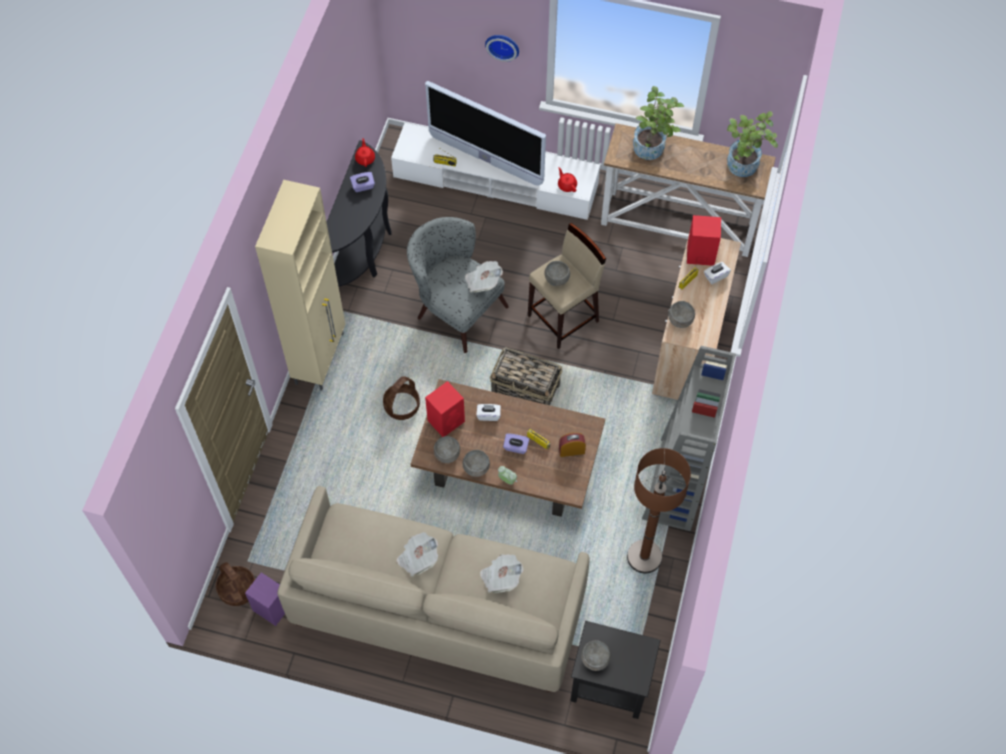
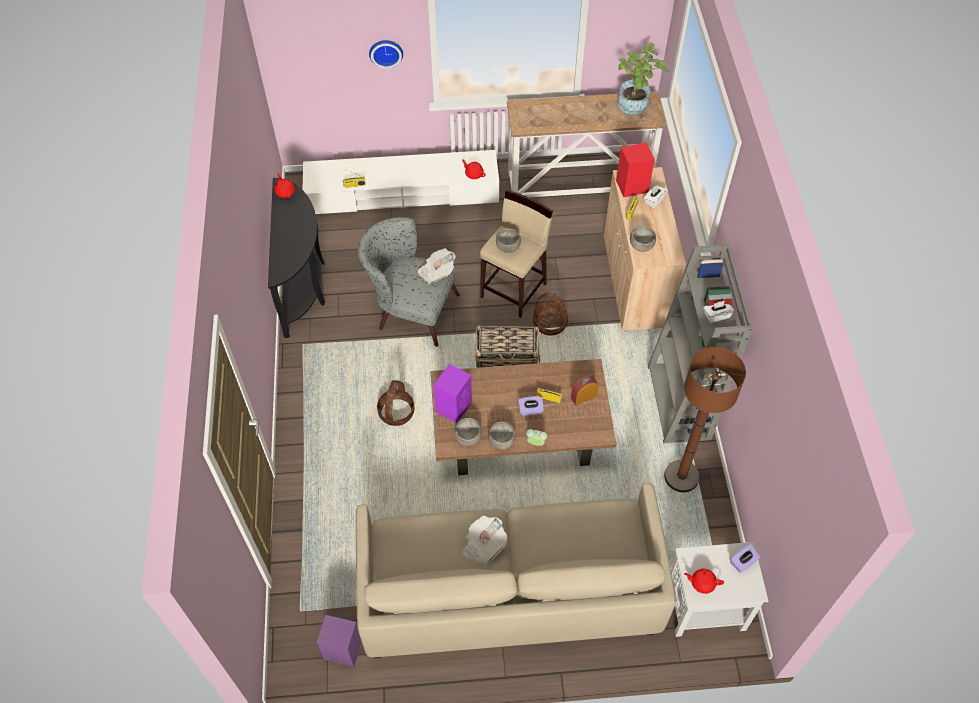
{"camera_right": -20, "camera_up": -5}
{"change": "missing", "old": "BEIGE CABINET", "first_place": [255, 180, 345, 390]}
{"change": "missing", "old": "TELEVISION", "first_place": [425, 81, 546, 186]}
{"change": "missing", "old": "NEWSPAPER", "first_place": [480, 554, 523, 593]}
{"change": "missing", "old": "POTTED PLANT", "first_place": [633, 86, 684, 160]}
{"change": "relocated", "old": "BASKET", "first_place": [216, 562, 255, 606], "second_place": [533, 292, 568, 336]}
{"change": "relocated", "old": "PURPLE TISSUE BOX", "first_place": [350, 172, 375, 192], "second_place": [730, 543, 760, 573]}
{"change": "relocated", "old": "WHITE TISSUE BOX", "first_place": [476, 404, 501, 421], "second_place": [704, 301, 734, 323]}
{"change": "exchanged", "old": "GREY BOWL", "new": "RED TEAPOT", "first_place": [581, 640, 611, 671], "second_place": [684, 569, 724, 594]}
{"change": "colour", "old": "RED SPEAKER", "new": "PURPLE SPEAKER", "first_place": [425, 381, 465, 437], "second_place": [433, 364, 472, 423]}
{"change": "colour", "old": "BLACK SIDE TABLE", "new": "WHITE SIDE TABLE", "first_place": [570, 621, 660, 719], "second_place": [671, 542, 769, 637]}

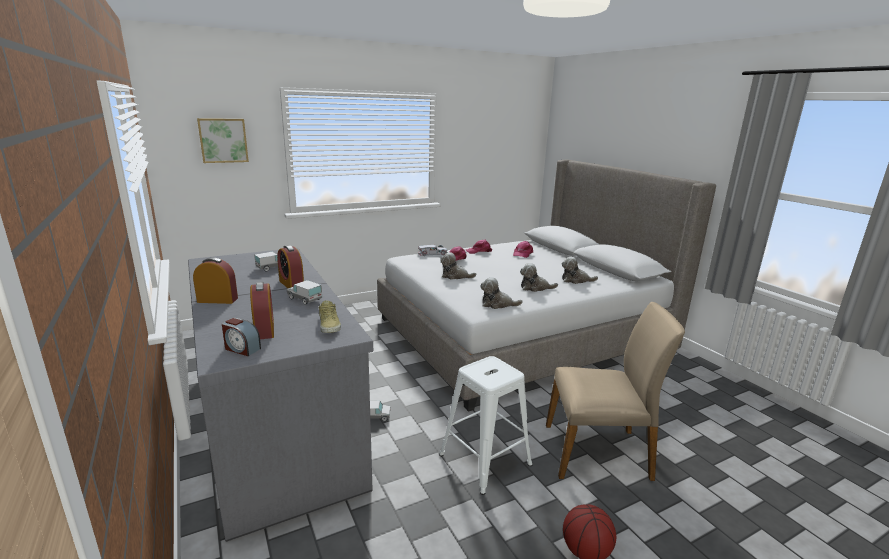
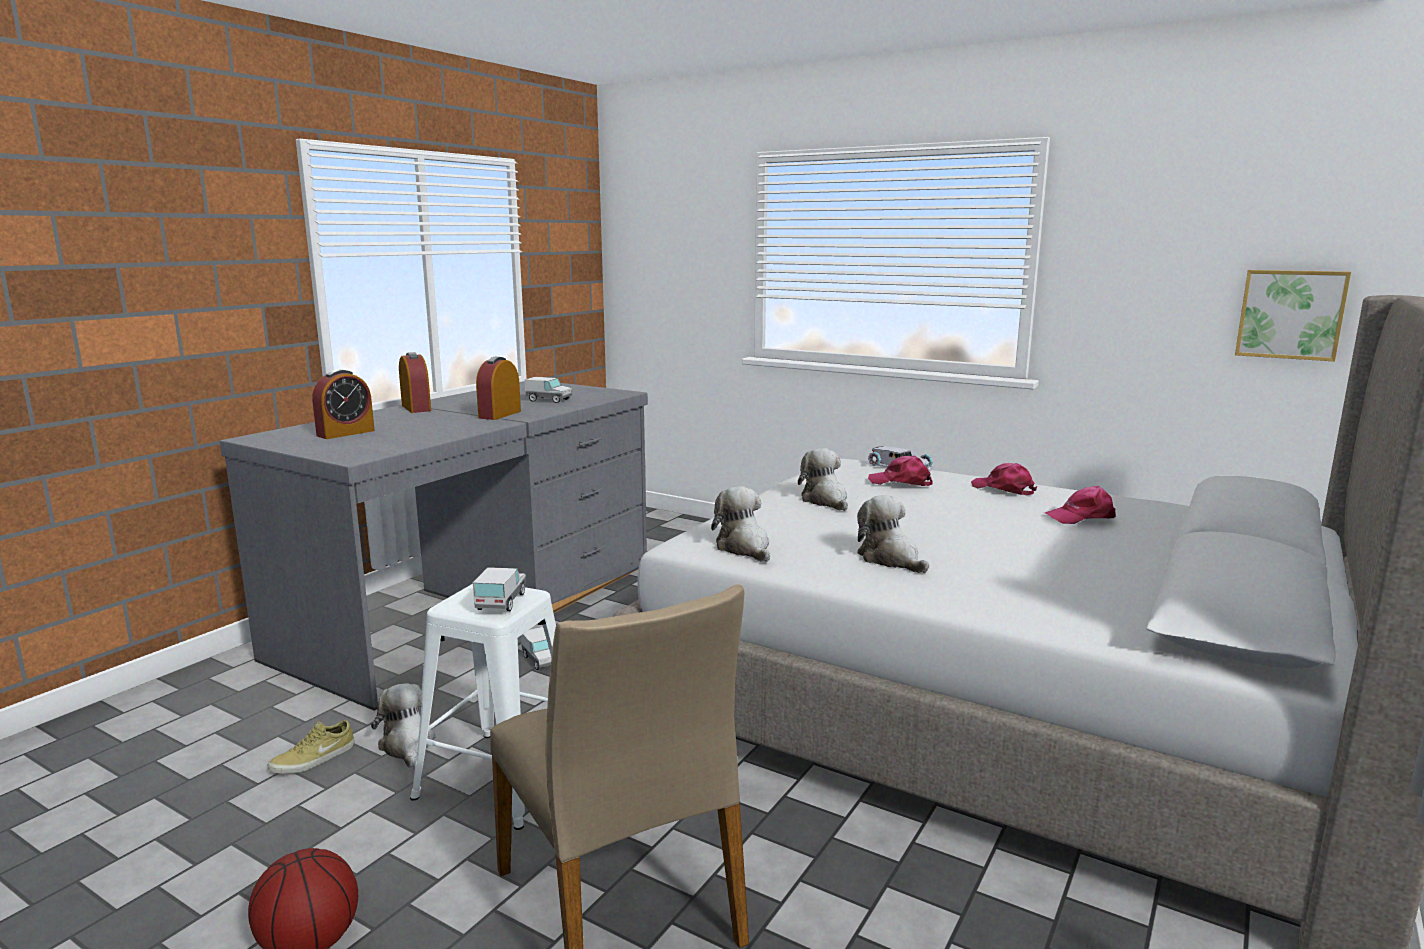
{"camera_right": 60, "camera_up": -5}
{"change": "missing", "old": "ALARM CLOCK", "first_place": [222, 318, 261, 356]}
{"change": "relocated", "old": "PICTURE", "first_place": [197, 118, 249, 163], "second_place": [1235, 270, 1351, 362]}
{"change": "relocated", "old": "TOY TRUCK", "first_place": [287, 280, 322, 305], "second_place": [473, 567, 526, 611]}
{"change": "relocated", "old": "BEIGE SHOE", "first_place": [319, 300, 341, 333], "second_place": [268, 720, 355, 774]}
{"change": "relocated", "old": "PLUSH TOY", "first_place": [562, 256, 598, 284], "second_place": [371, 683, 435, 769]}

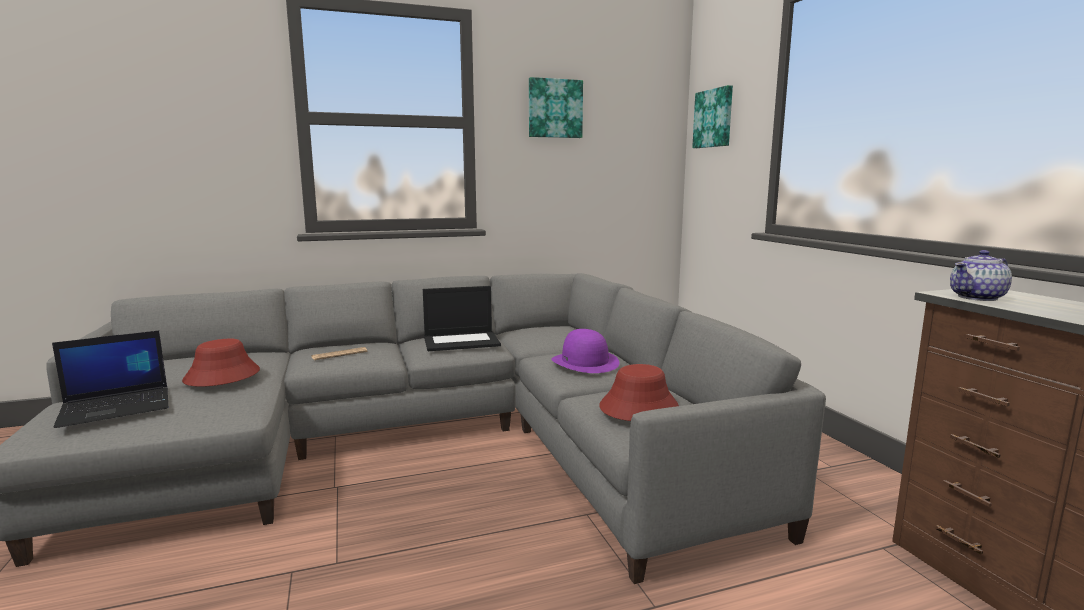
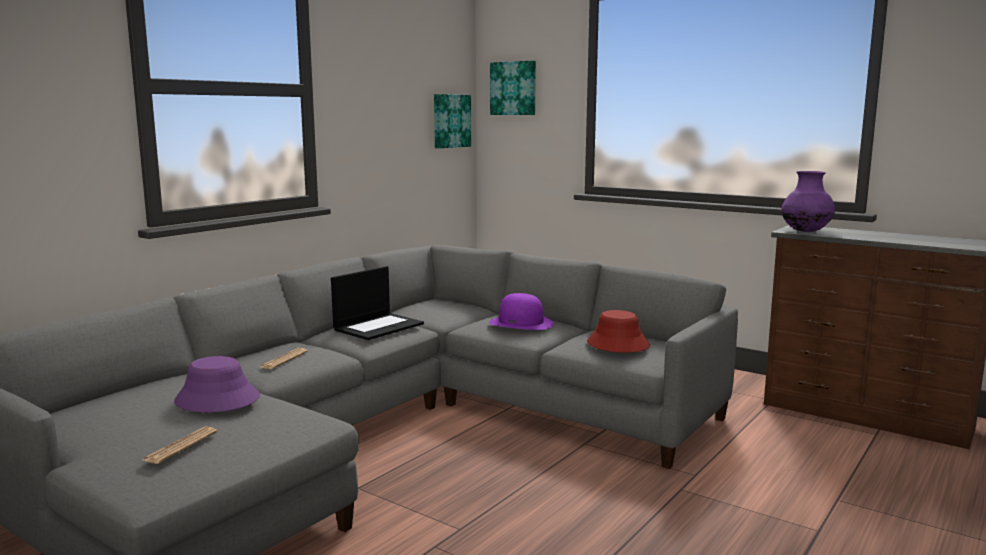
{"camera_right": -35, "camera_up": 0}
{"change": "relocated", "old": "PICTURE", "first_place": [529, 77, 583, 138], "second_place": [434, 94, 471, 148]}
{"change": "exchanged", "old": "LAPTOP", "new": "NEWSPAPER", "first_place": [52, 330, 168, 428], "second_place": [142, 426, 218, 464]}
{"change": "exchanged", "old": "TEAPOT", "new": "PURPLE VASE", "first_place": [950, 250, 1012, 301], "second_place": [781, 171, 835, 232]}
{"change": "colour", "old": "RED HAT", "new": "PURPLE HAT", "first_place": [182, 339, 260, 387], "second_place": [174, 356, 260, 412]}

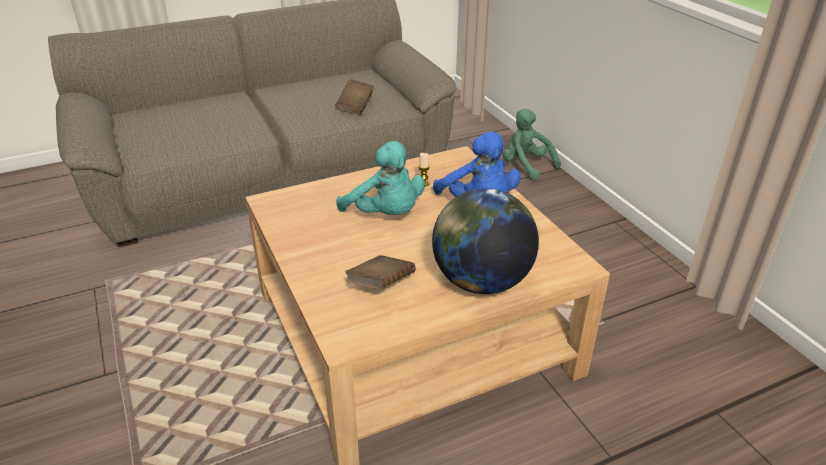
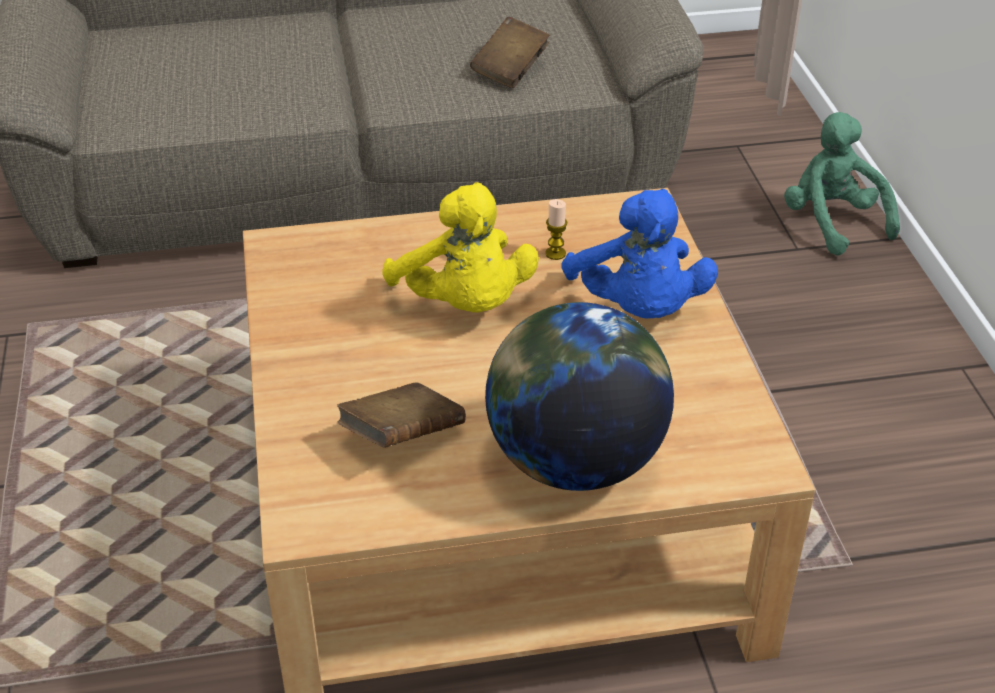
{"camera_right": 15, "camera_up": 5}
{"change": "colour", "old": "TURQUOISE PLUSH TOY", "new": "YELLOW PLUSH TOY", "first_place": [336, 141, 425, 215], "second_place": [382, 182, 539, 312]}

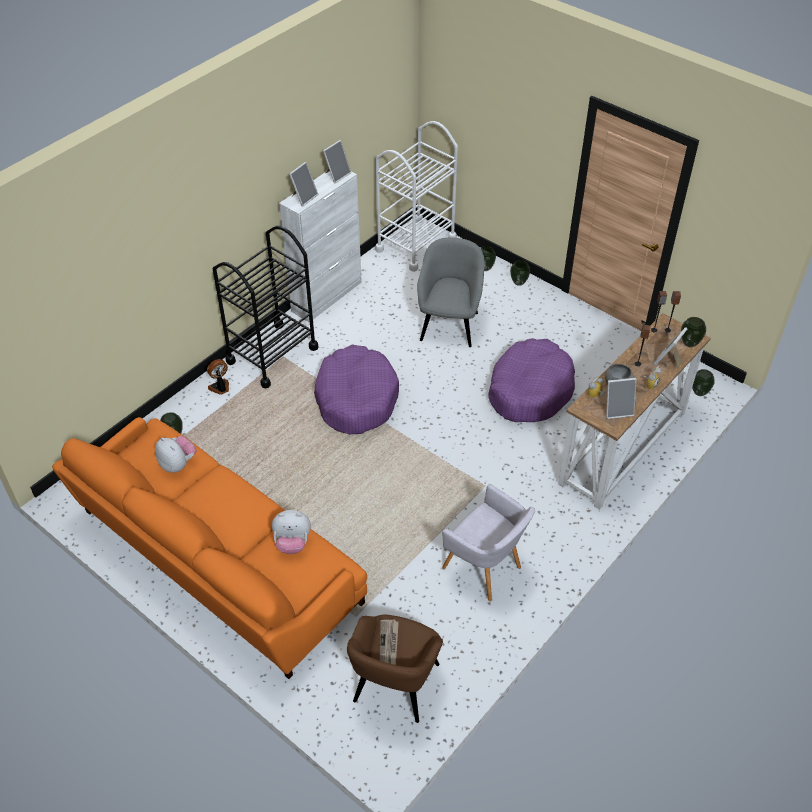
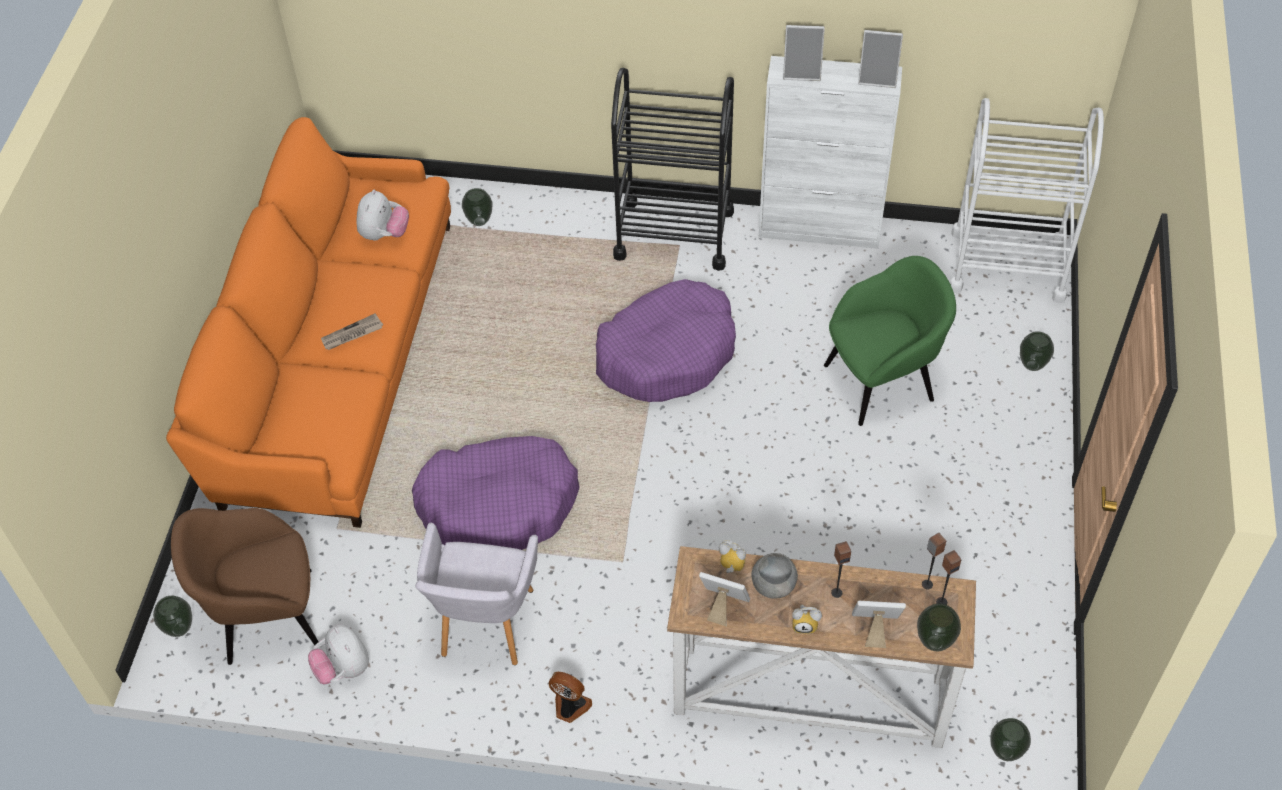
{"camera_right": 60, "camera_up": 5}
{"change": "relocated", "old": "FAN", "first_place": [207, 359, 229, 395], "second_place": [549, 672, 592, 723]}
{"change": "relocated", "old": "PLUSH TOY", "first_place": [272, 510, 311, 554], "second_place": [308, 625, 369, 684]}
{"change": "relocated", "old": "NEWSPAPER", "first_place": [380, 620, 399, 665], "second_place": [321, 313, 383, 350]}
{"change": "relocated", "old": "PURPLE DOG BED", "first_place": [488, 338, 575, 422], "second_place": [412, 436, 580, 550]}
{"change": "relocated", "old": "VASE", "first_place": [510, 260, 530, 286], "second_place": [153, 595, 192, 637]}
{"change": "colour", "old": "GREY ARMCHAIR", "new": "GREEN ARMCHAIR", "first_place": [417, 237, 485, 347], "second_place": [824, 256, 956, 426]}
{"change": "spun", "old": "PICTURE FRAME", "first_place": [606, 378, 636, 419], "second_place": [699, 572, 750, 626], "degrees": 150}

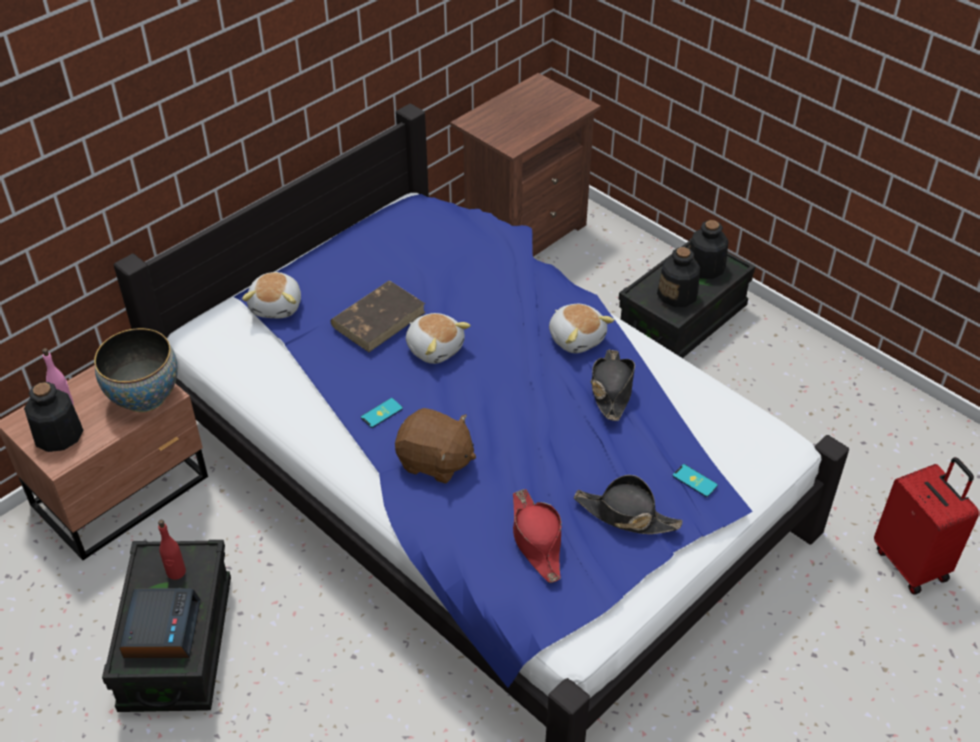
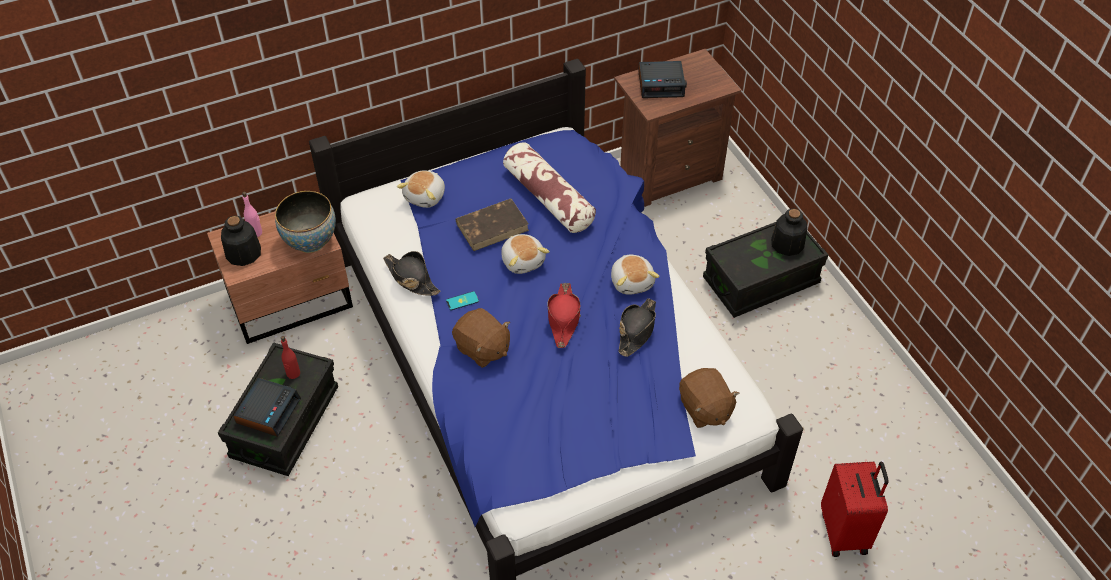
{"camera_right": 20, "camera_up": 5}
{"change": "missing", "old": "BOTTLE", "first_place": [657, 247, 700, 307]}
{"change": "missing", "old": "PHONE", "first_place": [673, 464, 718, 497]}
{"change": "appeared", "new": "PILLOW", "second_place": [503, 142, 596, 233]}
{"change": "appeared", "new": "ALARM CLOCK", "second_place": [638, 61, 687, 98]}
{"change": "appeared", "new": "BROWN PLUSH TOY", "second_place": [679, 368, 739, 428]}
{"change": "relocated", "old": "RED HAT", "first_place": [513, 489, 562, 583], "second_place": [547, 283, 581, 348]}
{"change": "relocated", "old": "BLACK HAT", "first_place": [574, 475, 682, 534], "second_place": [383, 251, 440, 296]}

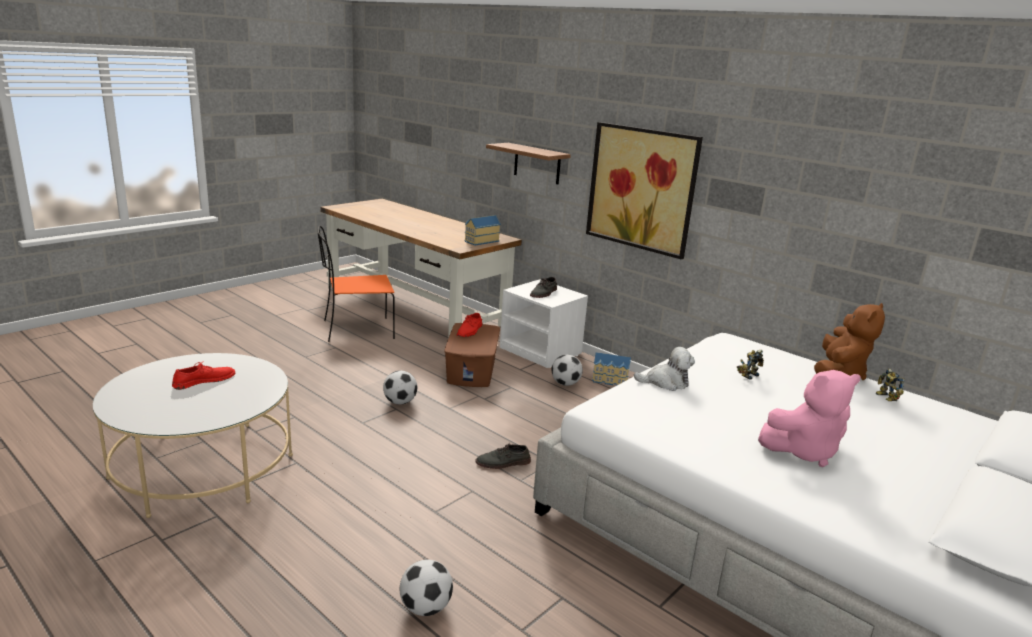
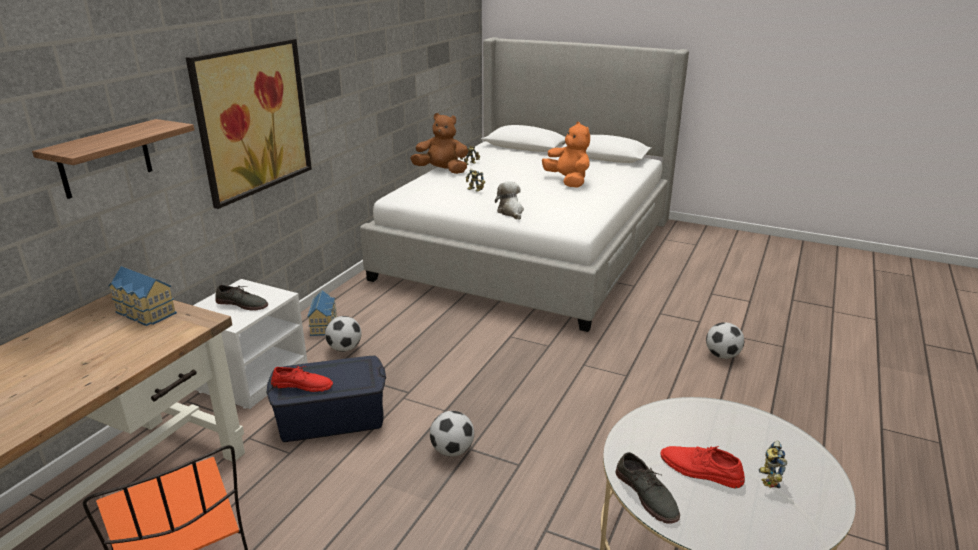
{"camera_right": -105, "camera_up": 5}
{"change": "appeared", "new": "TOY ROBOT", "second_place": [759, 441, 787, 488]}
{"change": "relocated", "old": "GREY SHOE", "first_place": [476, 443, 531, 469], "second_place": [616, 452, 680, 524]}
{"change": "colour", "old": "BROWN STORAGE BOX", "new": "BLUE STORAGE BOX", "first_place": [444, 323, 500, 387], "second_place": [267, 356, 386, 442]}
{"change": "colour", "old": "PINK PLUSH TOY", "new": "ORANGE PLUSH TOY", "first_place": [758, 370, 861, 467], "second_place": [542, 122, 590, 188]}

